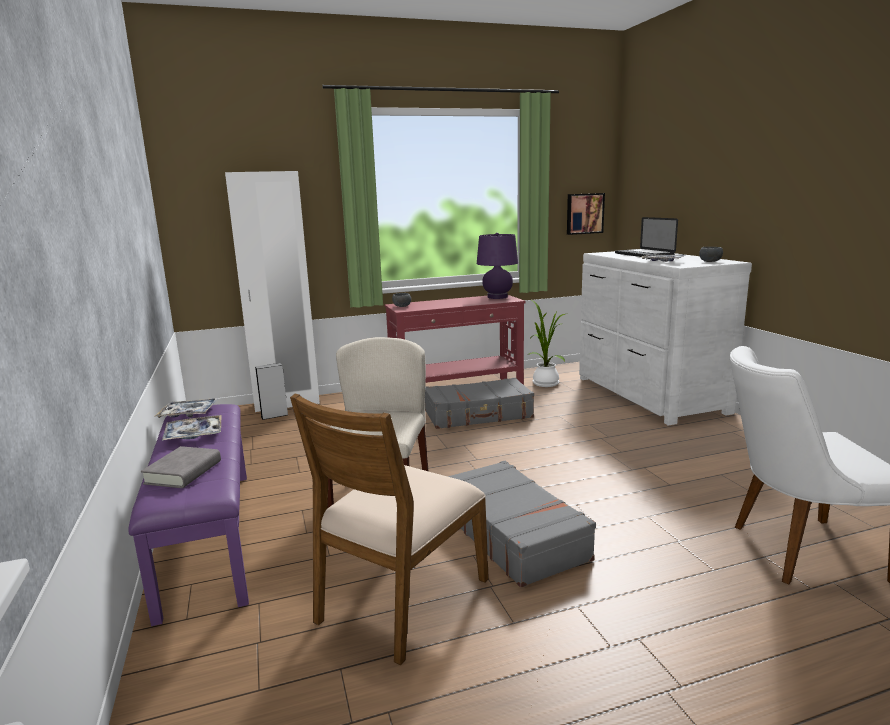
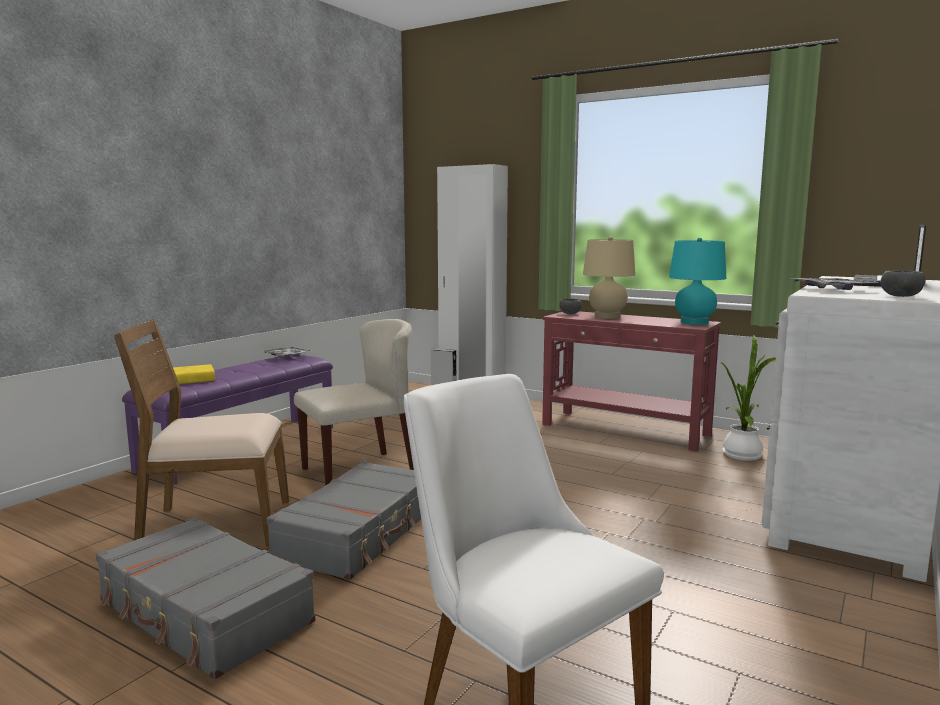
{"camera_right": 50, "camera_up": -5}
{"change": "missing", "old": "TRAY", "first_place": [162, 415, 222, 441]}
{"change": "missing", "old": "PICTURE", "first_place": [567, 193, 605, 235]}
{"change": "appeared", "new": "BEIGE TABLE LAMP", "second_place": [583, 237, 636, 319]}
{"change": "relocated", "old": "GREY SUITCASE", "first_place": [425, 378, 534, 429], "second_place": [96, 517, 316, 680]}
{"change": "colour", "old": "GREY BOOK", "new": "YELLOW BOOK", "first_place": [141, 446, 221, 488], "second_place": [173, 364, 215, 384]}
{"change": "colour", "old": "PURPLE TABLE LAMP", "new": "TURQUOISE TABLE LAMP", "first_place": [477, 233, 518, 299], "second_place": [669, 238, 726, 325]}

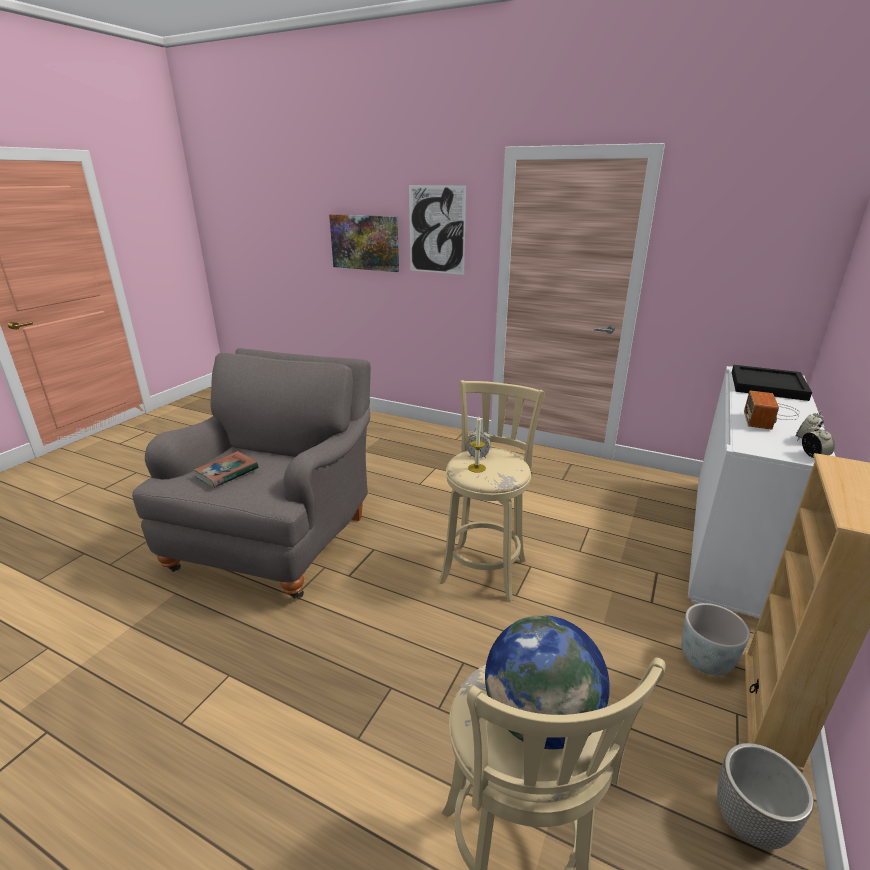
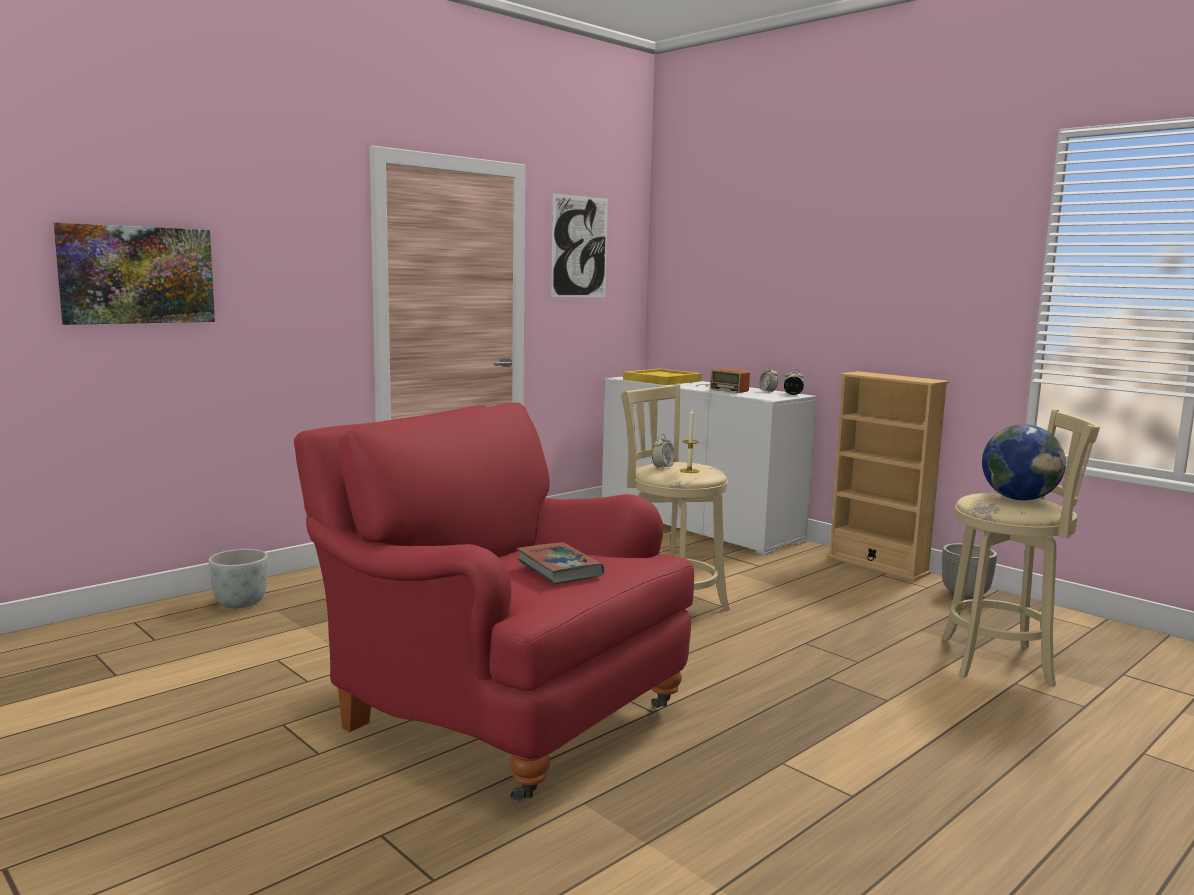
{"camera_right": -70, "camera_up": -15}
{"change": "relocated", "old": "PICTURE", "first_place": [409, 185, 466, 275], "second_place": [551, 193, 608, 297]}
{"change": "relocated", "old": "GREY PLANTER", "first_place": [681, 603, 750, 675], "second_place": [208, 549, 268, 608]}
{"change": "colour", "old": "GREY ARMCHAIR", "new": "RED ARMCHAIR", "first_place": [132, 348, 371, 599], "second_place": [294, 402, 694, 802]}
{"change": "colour", "old": "BLACK TRAY", "new": "YELLOW TRAY", "first_place": [732, 365, 812, 401], "second_place": [623, 369, 702, 385]}

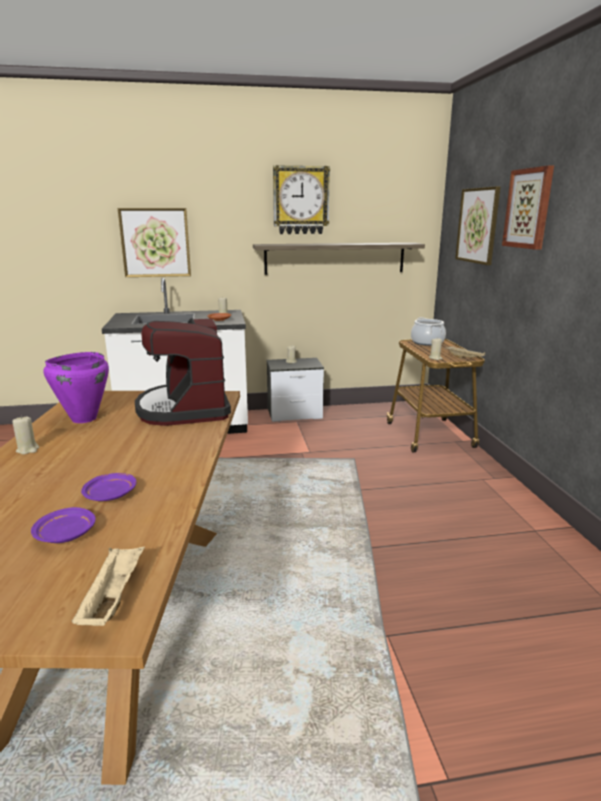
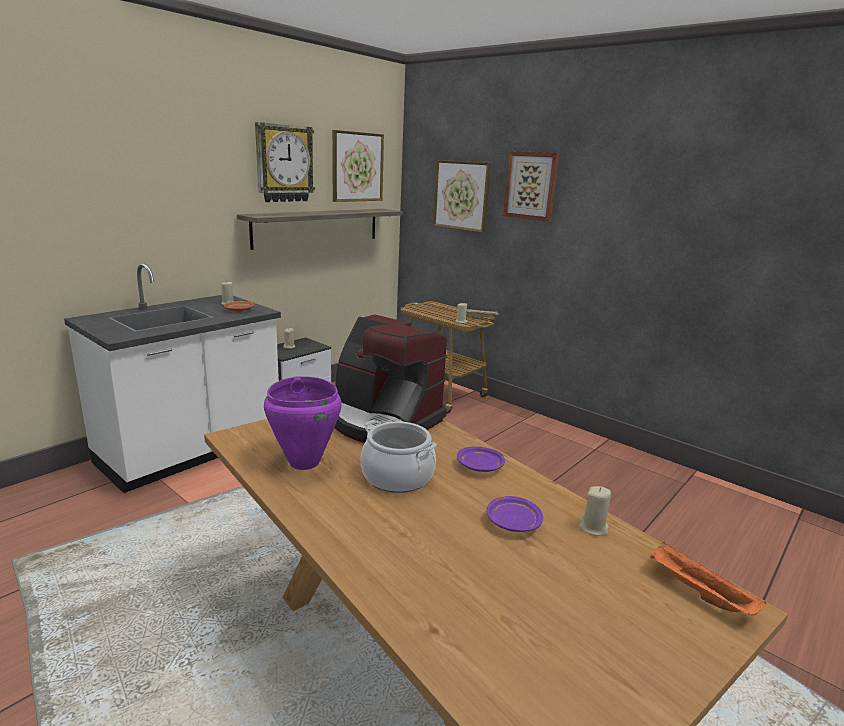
{"camera_right": -40, "camera_up": 0}
{"change": "relocated", "old": "BEIGE CANDLE", "first_place": [12, 416, 39, 454], "second_place": [579, 486, 611, 536]}
{"change": "relocated", "old": "PURPLE PLATE", "first_place": [31, 507, 96, 543], "second_place": [457, 447, 505, 472]}
{"change": "relocated", "old": "PICTURE", "first_place": [118, 208, 191, 277], "second_place": [332, 130, 384, 202]}
{"change": "relocated", "old": "COOKING POT", "first_place": [411, 317, 446, 346], "second_place": [361, 420, 437, 493]}
{"change": "colour", "old": "BEIGE TRAY", "new": "ORANGE TRAY", "first_place": [71, 546, 145, 626], "second_place": [650, 541, 766, 616]}

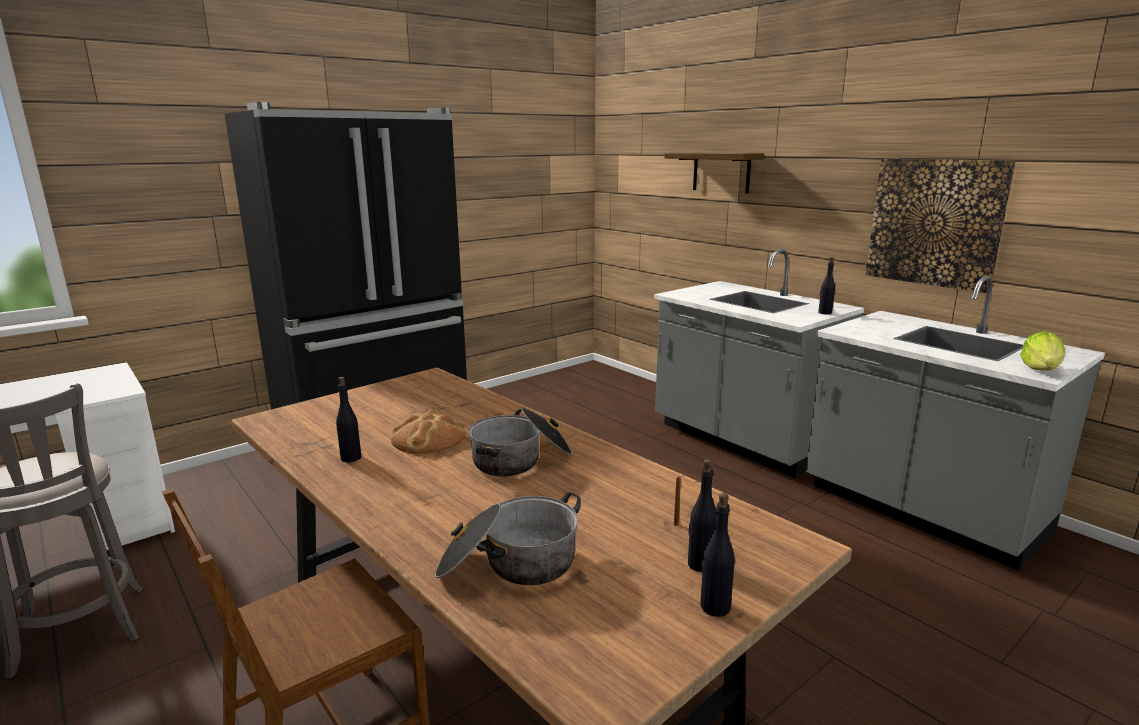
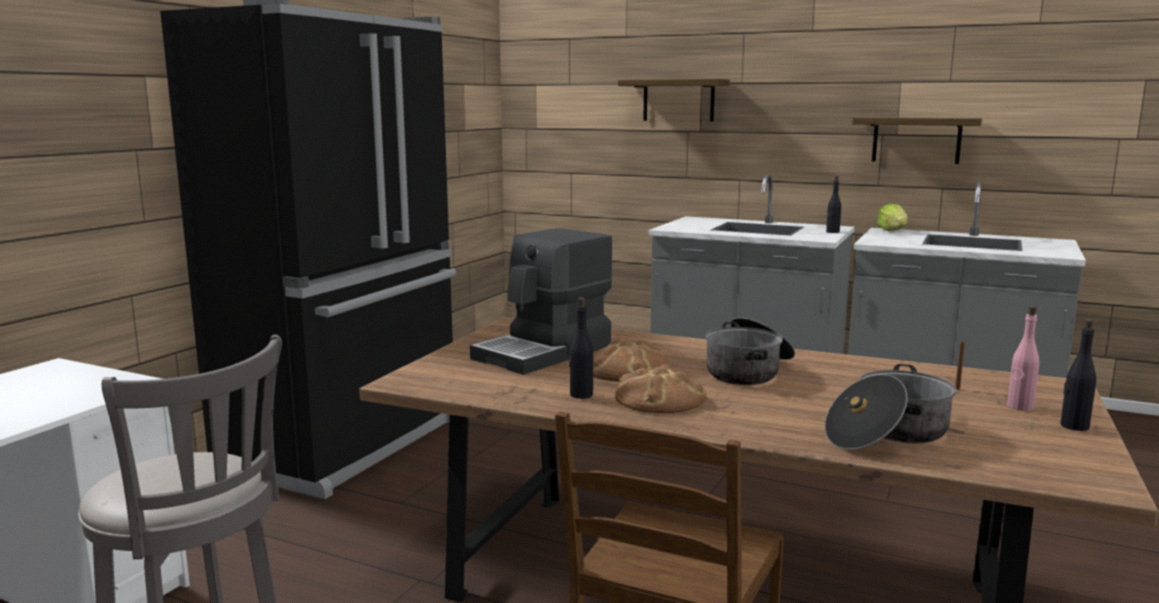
{"camera_right": -25, "camera_up": -5}
{"change": "appeared", "new": "COFFEE MACHINE", "second_place": [470, 228, 612, 375]}
{"change": "appeared", "new": "BREAD", "second_place": [615, 364, 706, 413]}
{"change": "relocated", "old": "LETTUCE", "first_place": [1020, 331, 1065, 371], "second_place": [877, 203, 908, 231]}
{"change": "exchanged", "old": "PICTURE", "new": "SHELF", "first_place": [866, 159, 1016, 293], "second_place": [852, 117, 982, 164]}
{"change": "colour", "old": "BLACK BOTTLE", "new": "PINK BOTTLE", "first_place": [688, 459, 717, 572], "second_place": [1007, 306, 1039, 411]}

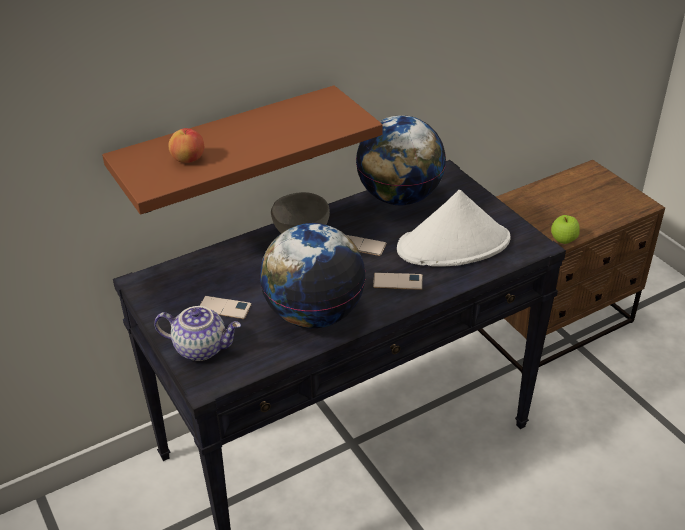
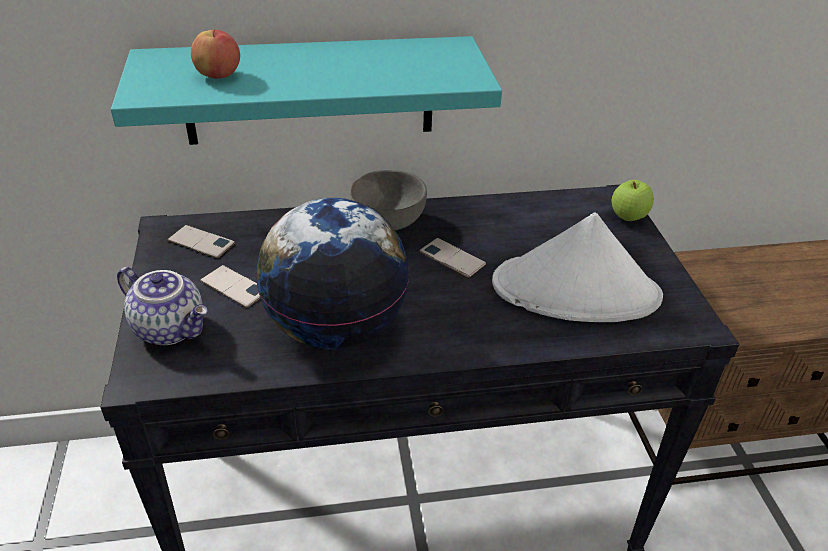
{"camera_right": 20, "camera_up": 0}
{"change": "missing", "old": "GLOBE", "first_place": [356, 115, 446, 205]}
{"change": "relocated", "old": "PHONE", "first_place": [373, 272, 423, 290], "second_place": [167, 225, 235, 258]}
{"change": "relocated", "old": "APPLE", "first_place": [551, 215, 580, 244], "second_place": [611, 180, 654, 221]}
{"change": "colour", "old": "BROWN SHELF", "new": "TURQUOISE SHELF", "first_place": [102, 85, 383, 215], "second_place": [111, 36, 502, 145]}

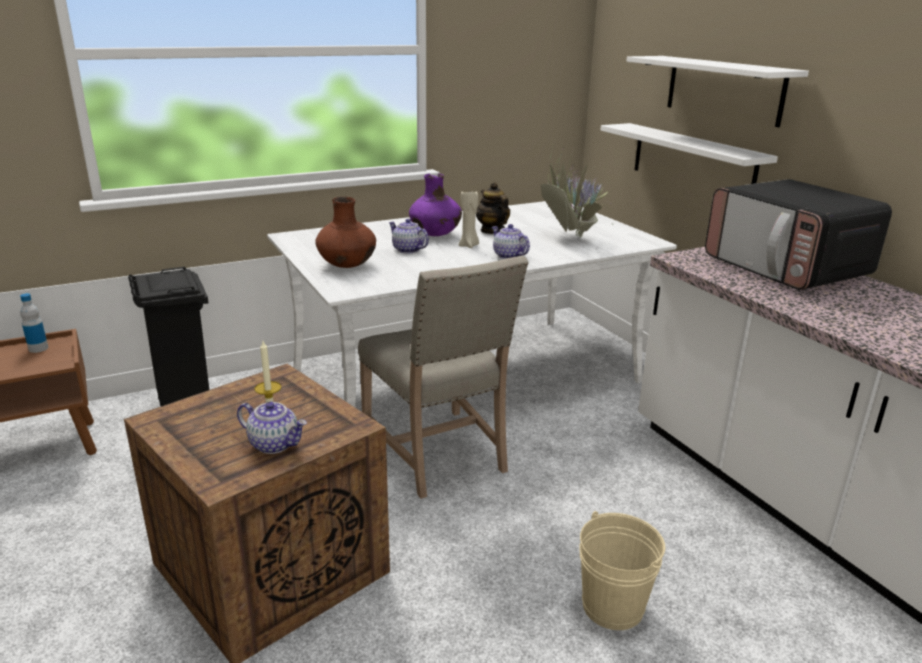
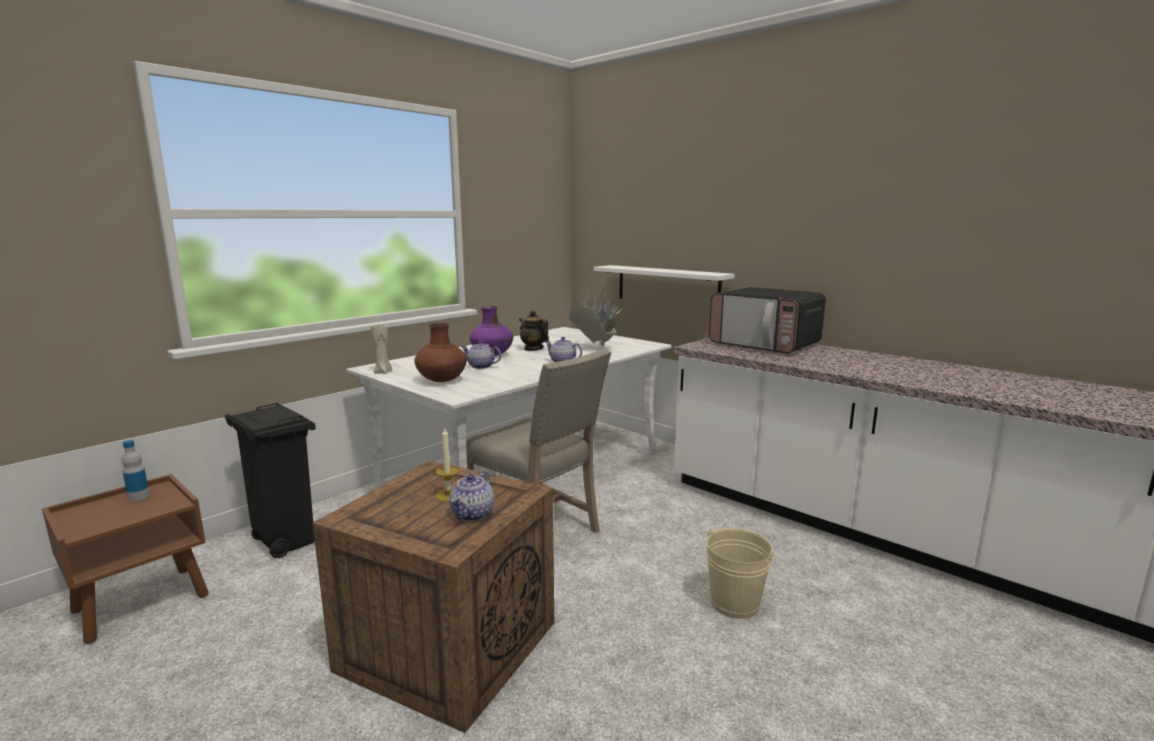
{"camera_right": -20, "camera_up": -10}
{"change": "missing", "old": "WHITE SHELF", "first_place": [626, 56, 809, 127]}
{"change": "relocated", "old": "BEIGE CANDLE", "first_place": [459, 190, 479, 248], "second_place": [371, 322, 392, 374]}
{"change": "spun", "old": "TEAPOT", "first_place": [237, 402, 307, 454], "second_place": [449, 471, 494, 521], "degrees": 105}

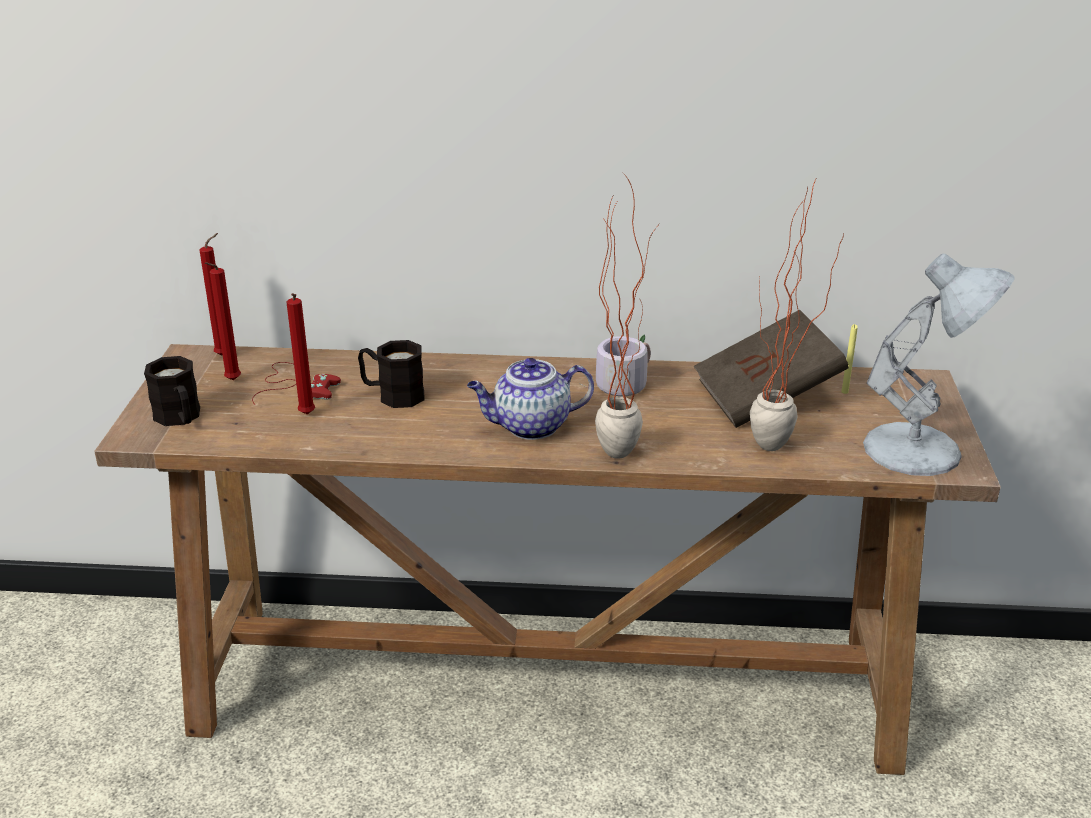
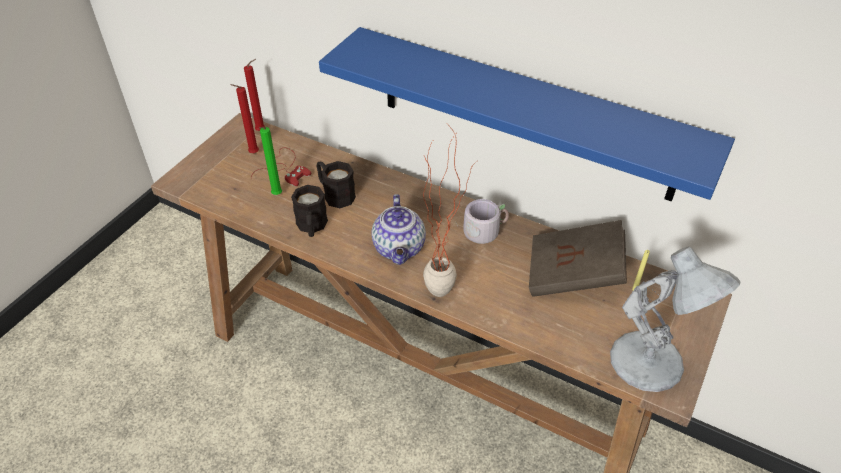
{"camera_right": 25, "camera_up": 15}
{"change": "missing", "old": "POTTED PLANT", "first_place": [750, 177, 844, 451]}
{"change": "appeared", "new": "BLUE SHELF", "second_place": [319, 27, 735, 202]}
{"change": "relocated", "old": "BLACK MUG", "first_place": [144, 356, 200, 426], "second_place": [291, 185, 328, 237]}
{"change": "colour", "old": "RED CANDLE", "new": "GREEN CANDLE", "first_place": [286, 293, 315, 414], "second_place": [259, 127, 282, 195]}
{"change": "spun", "old": "TEAPOT", "first_place": [467, 358, 594, 440], "second_place": [371, 194, 426, 265], "degrees": -105}

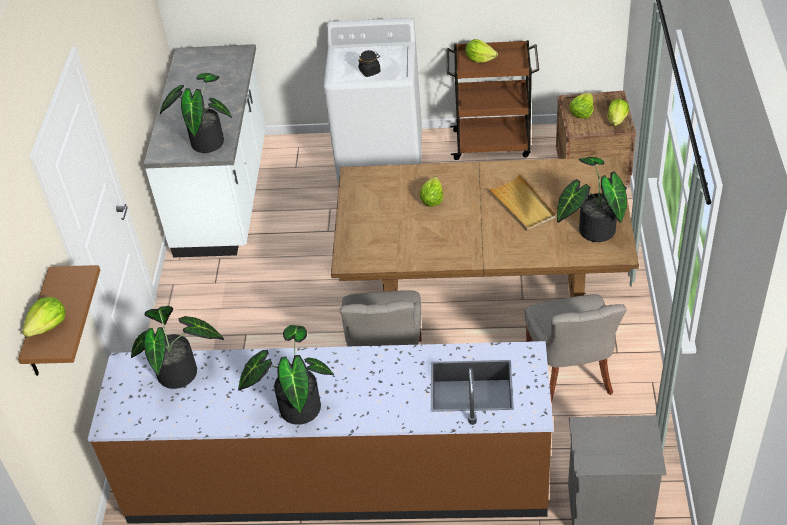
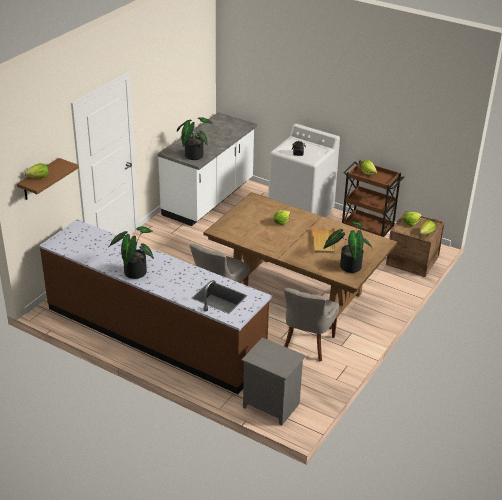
{"camera_right": 25, "camera_up": -10}
{"change": "missing", "old": "POTTED PLANT", "first_place": [131, 306, 224, 389]}

